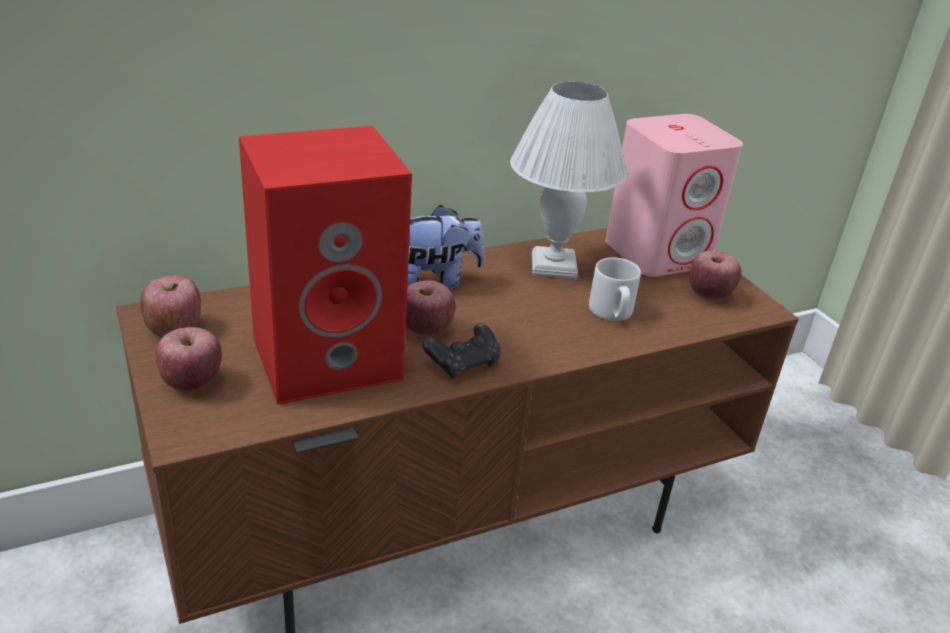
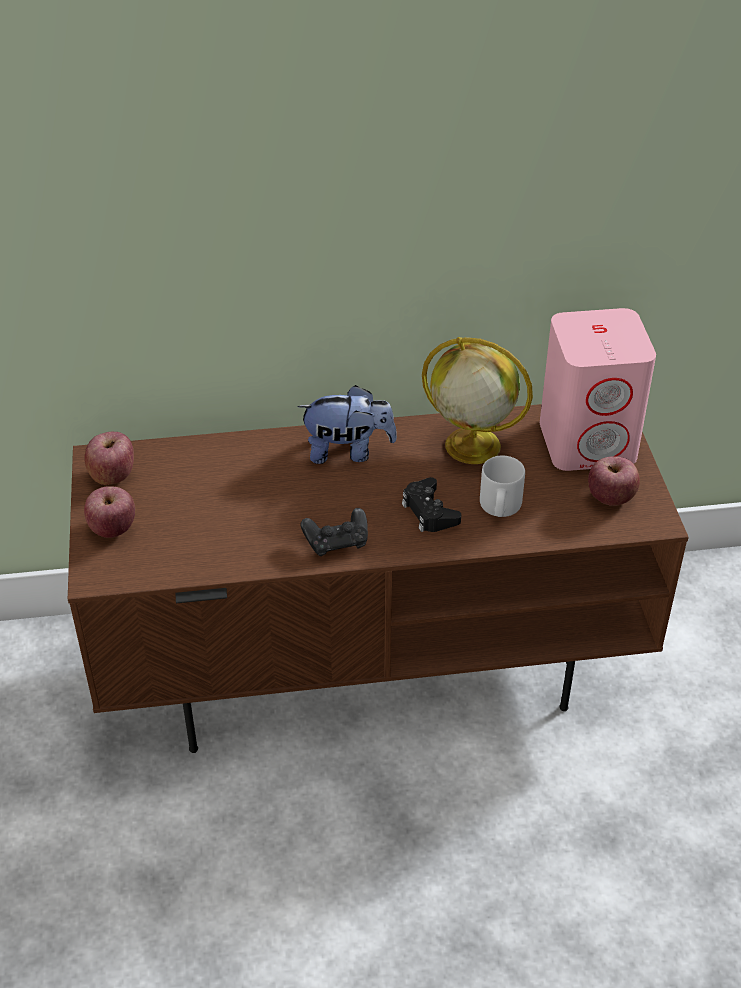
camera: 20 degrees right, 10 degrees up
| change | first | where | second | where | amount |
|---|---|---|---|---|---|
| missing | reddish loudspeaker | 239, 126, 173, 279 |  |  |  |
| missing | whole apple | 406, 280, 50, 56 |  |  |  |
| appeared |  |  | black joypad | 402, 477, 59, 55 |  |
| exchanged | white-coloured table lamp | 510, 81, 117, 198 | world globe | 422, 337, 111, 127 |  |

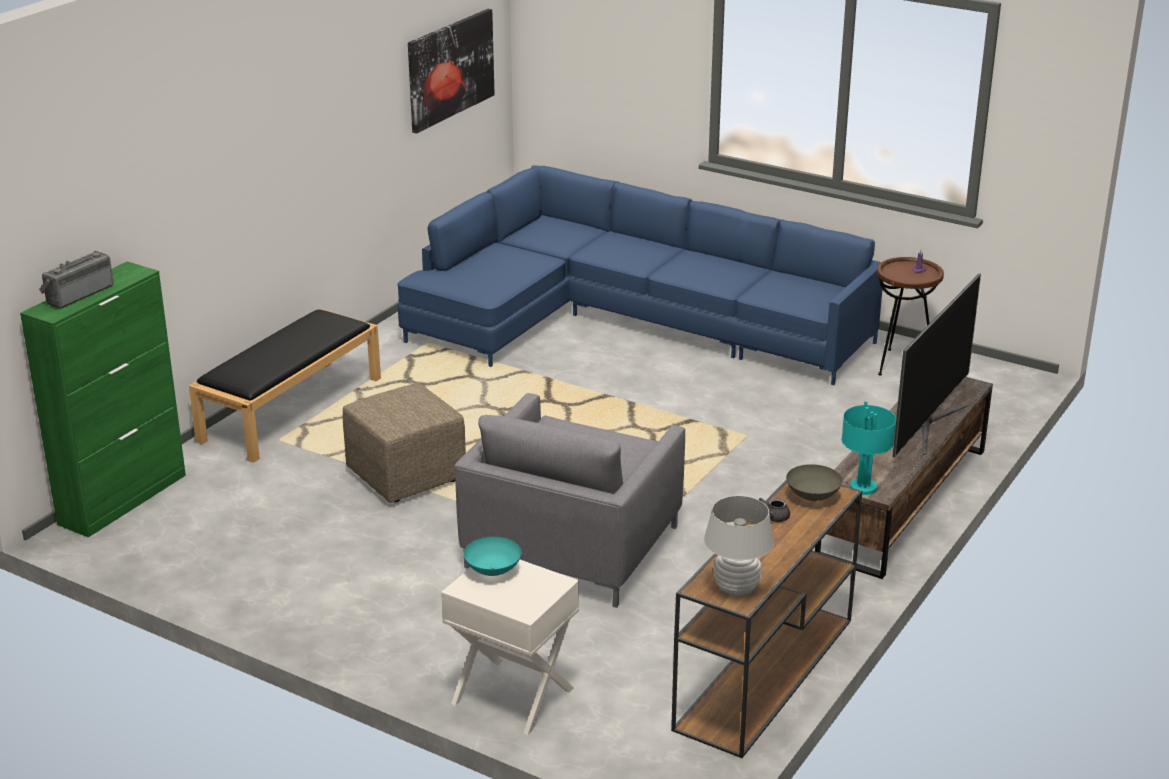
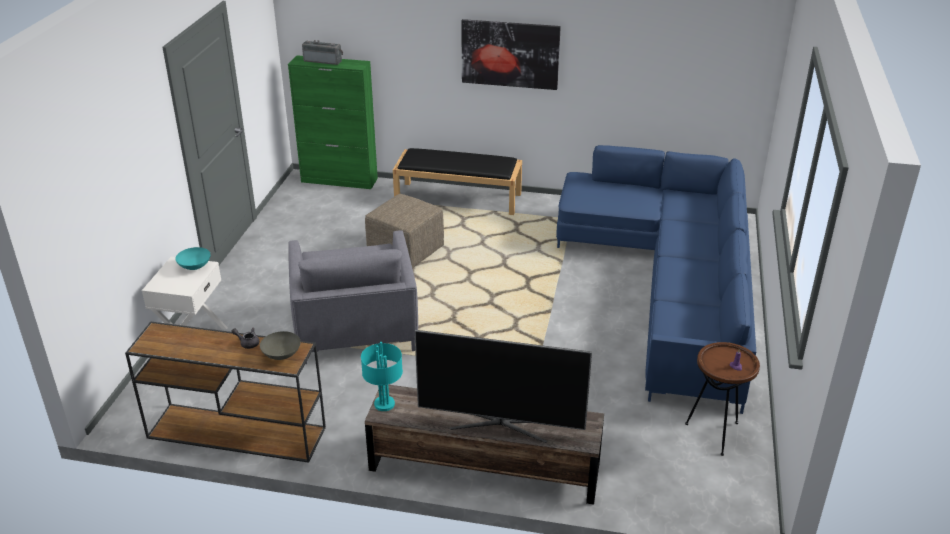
camera: 70 degrees right, 5 degrees up
| change | first | where | second | where | amount |
|---|---|---|---|---|---|
| missing | white-coloured table lamp | 704, 496, 70, 100 |  |  |  |
| relocated | wall art | 408, 9, 87, 125 |  | 461, 19, 100, 71 |  |
| spun | gray lounge chair | 455, 393, 230, 215 |  | 288, 230, 130, 134 | 105 degrees counterclockwise |

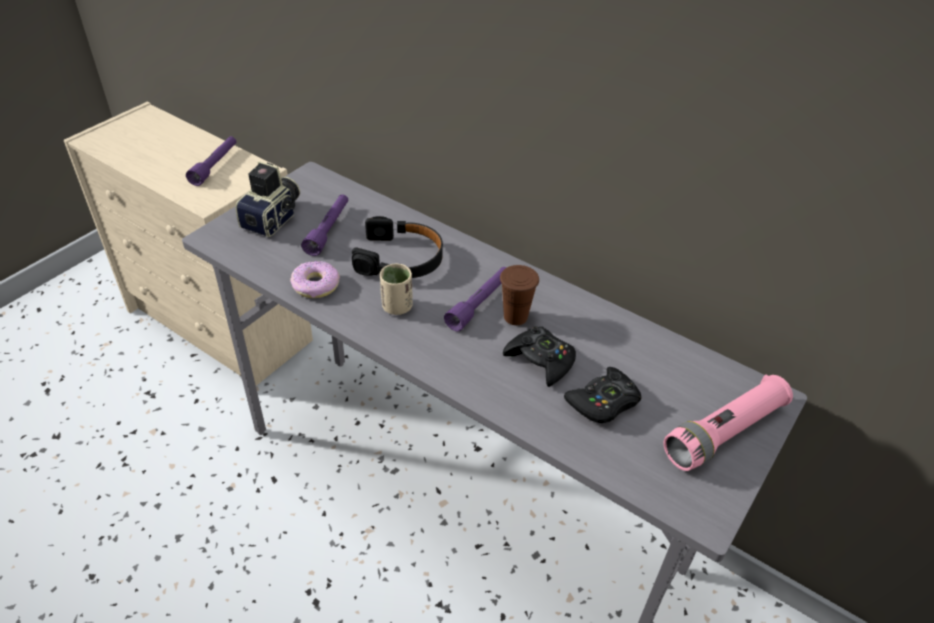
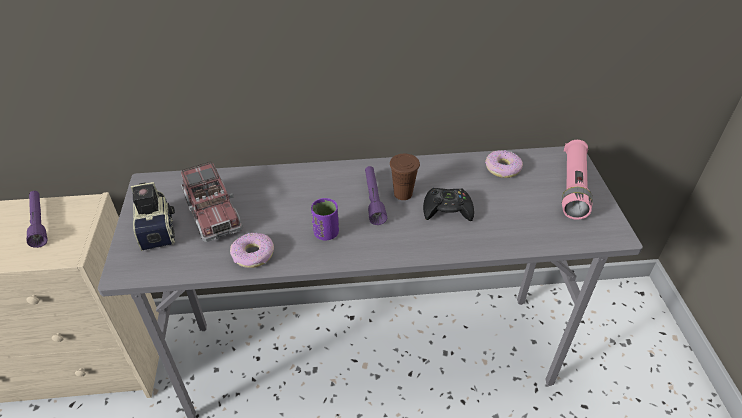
camera: 40 degrees left, 0 degrees up
| change | first | where | second | where | amount |
|---|---|---|---|---|---|
| missing | black pair of headphones | 352, 216, 91, 62 |  |  |  |
| missing | black joypad | 564, 367, 78, 56 |  |  |  |
| appeared |  |  | doughnut | 485, 150, 38, 28 |  |
| exchanged | purple-coloured flashlight | 301, 194, 47, 62 | toy truck | 181, 161, 62, 81 |  |
| colour | beige-coloured small cup | 380, 263, 33, 52 | purple-coloured small cup | 311, 198, 28, 43 |  |

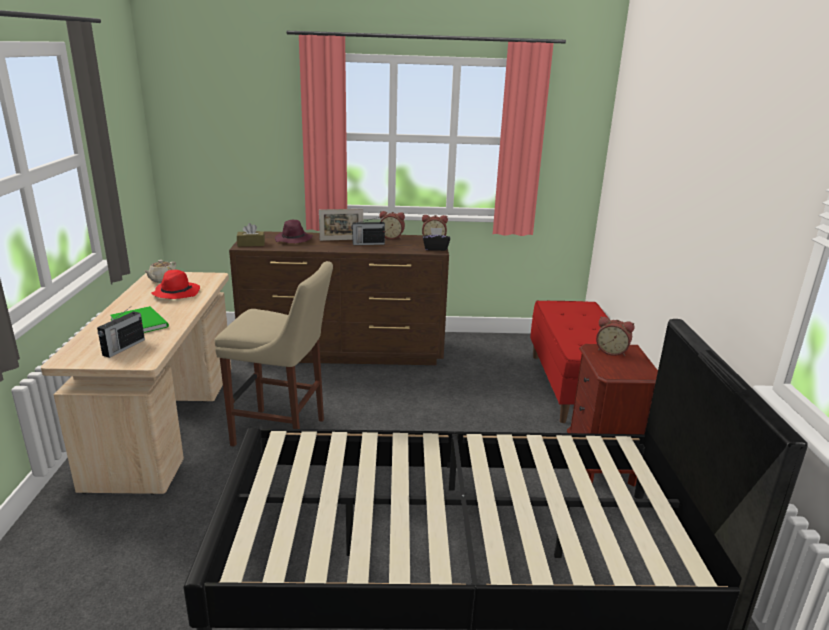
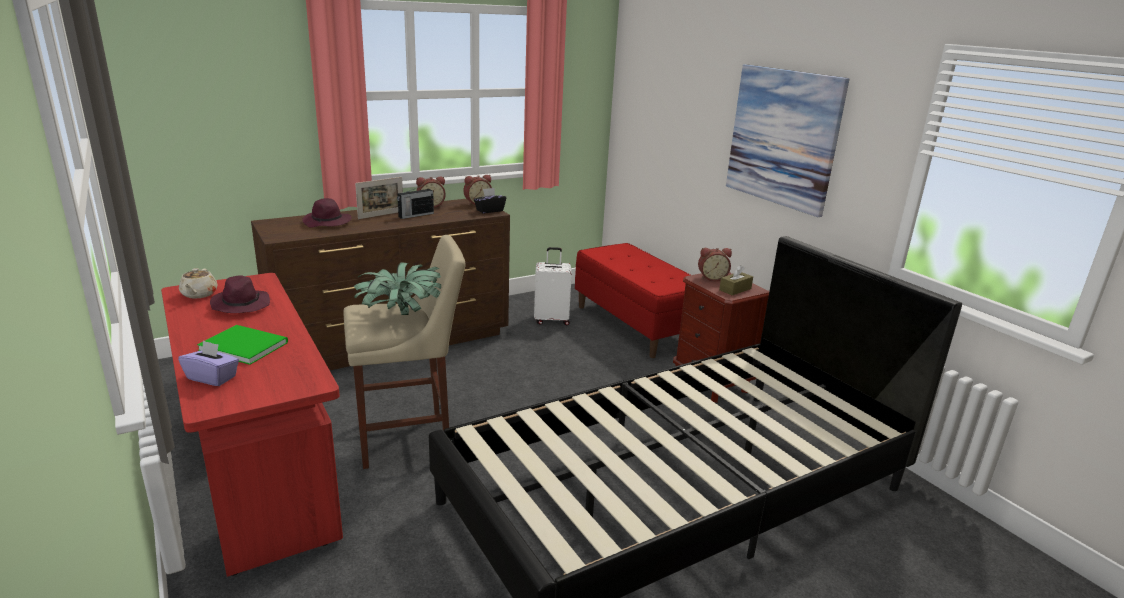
camera: 30 degrees left, 0 degrees up
| change | first | where | second | where | amount |
|---|---|---|---|---|---|
| missing | radio | 97, 308, 48, 50 |  |  |  |
| appeared |  |  | purple-coloured box of tissues | 178, 340, 61, 46 |  |
| appeared |  |  | plant in a pot | 354, 263, 87, 52 |  |
| appeared |  |  | white-coloured piece of luggage | 534, 247, 38, 78 |  |
| appeared |  |  | wall art | 726, 64, 123, 153 |  |
| relocated | brownish box of tissues | 237, 223, 28, 24 |  | 719, 265, 34, 30 |  |
| colour | beige-coloured desk unit | 41, 272, 190, 223 | reddish desk unit | 161, 273, 182, 304 |  |
| colour | reddish clothing hat | 151, 270, 49, 29 | purple-coloured clothing hat | 210, 276, 60, 37 |  |

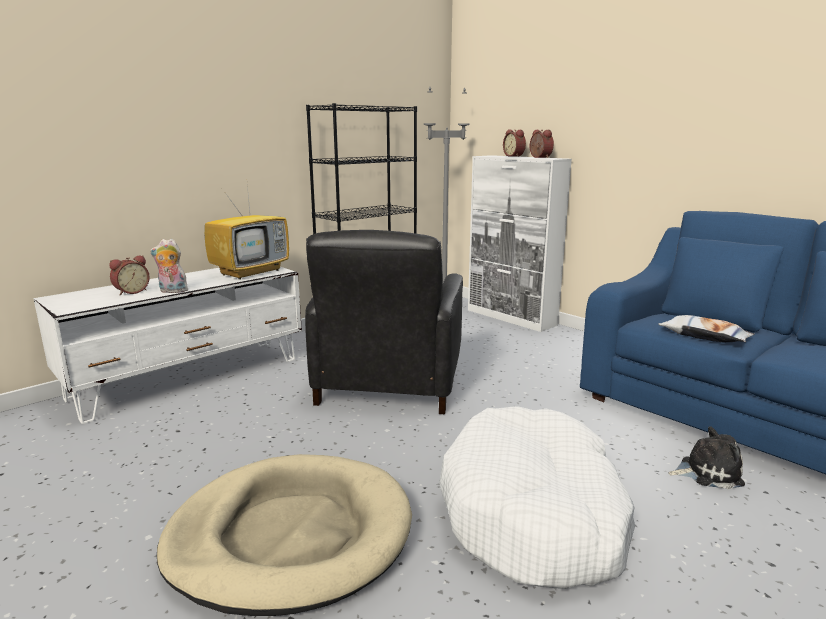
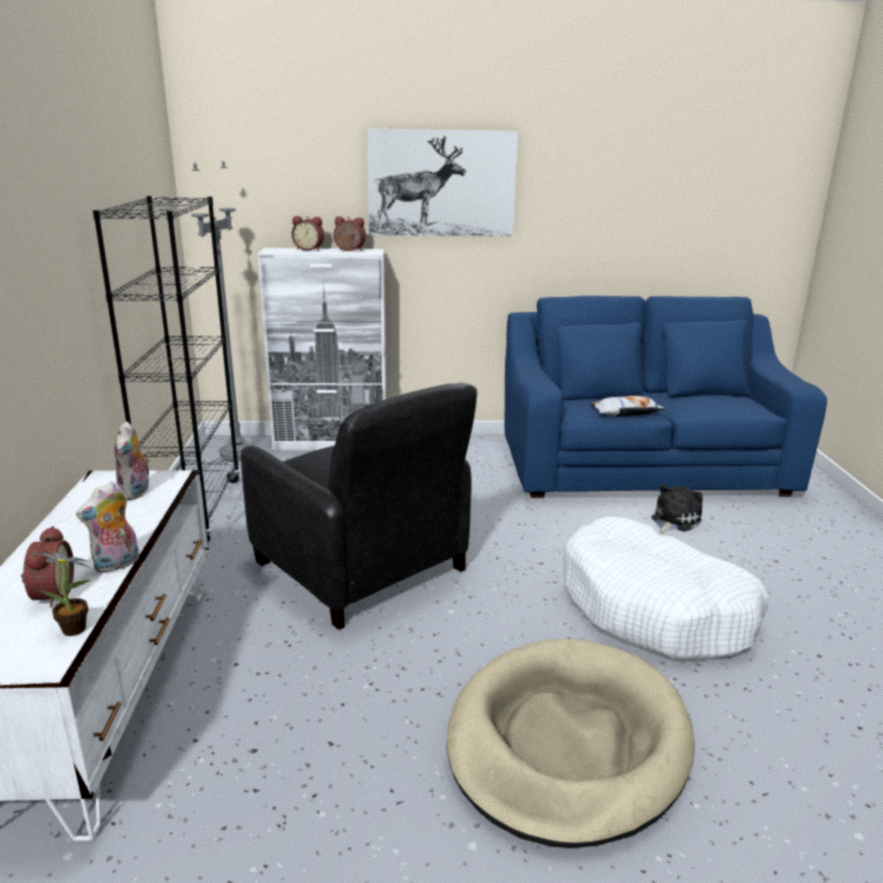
camera: 50 degrees left, 5 degrees up
| change | first | where | second | where | amount |
|---|---|---|---|---|---|
| appeared |  |  | plant in a pot | 31, 552, 60, 84 |  |
| appeared |  |  | wall art | 367, 129, 151, 108 |  |
| exchanged | TV set | 204, 185, 85, 95 | cuddly toy | 114, 421, 36, 79 |  |

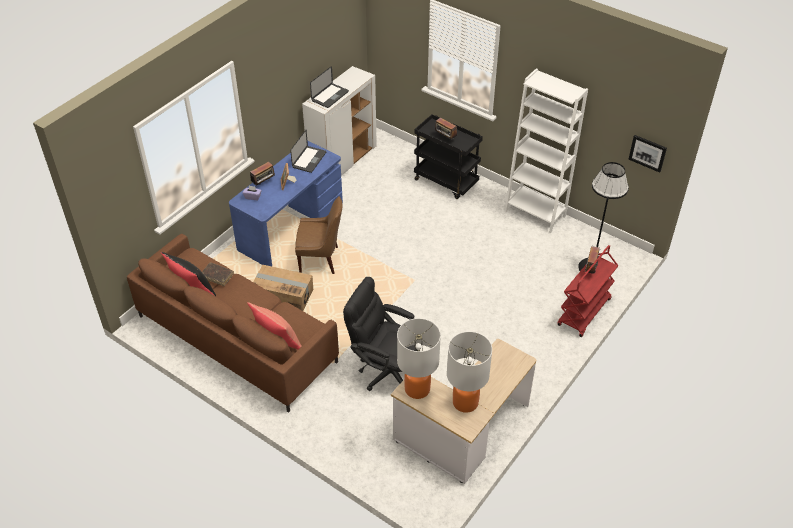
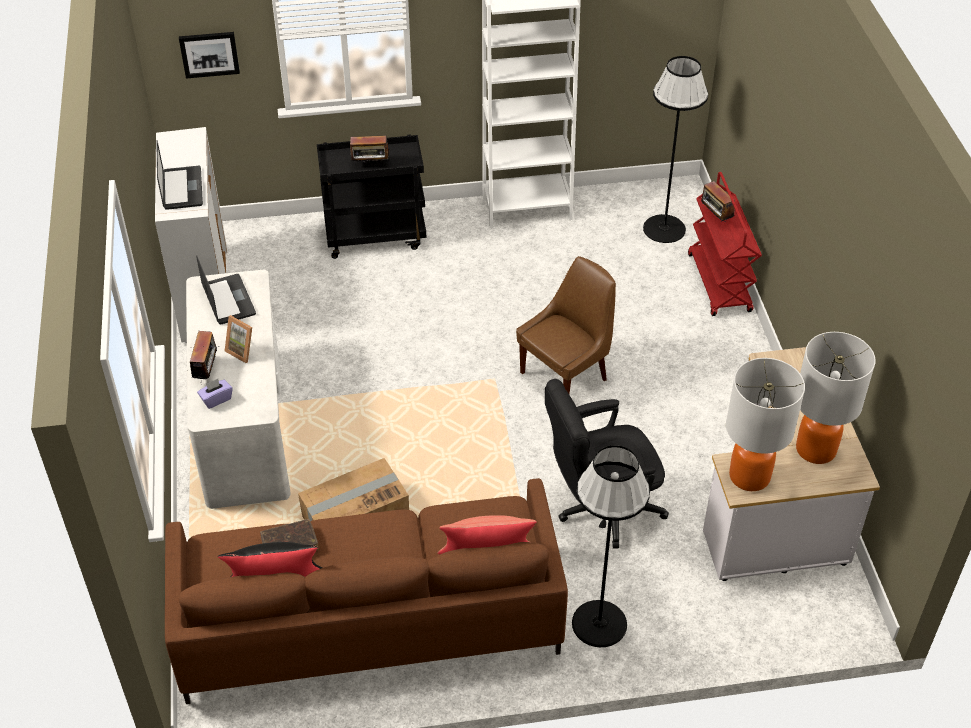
camera: 45 degrees left, 0 degrees up
| change | first | where | second | where | amount |
|---|---|---|---|---|---|
| appeared |  |  | black standing lamp | 572, 445, 78, 202 |  |
| relocated | brownish upright chair | 295, 196, 48, 78 |  | 516, 256, 100, 138 |  |
| relocated | wall art | 628, 135, 39, 38 |  | 179, 32, 61, 47 |  |
| colour | bluish desk unit | 229, 141, 114, 125 | white-coloured desk unit | 186, 270, 105, 239 |  |

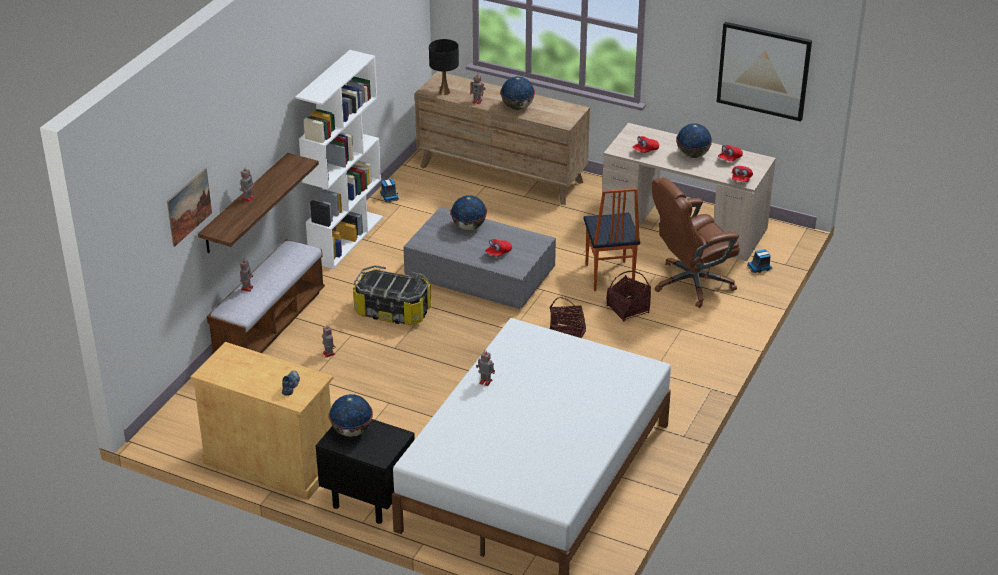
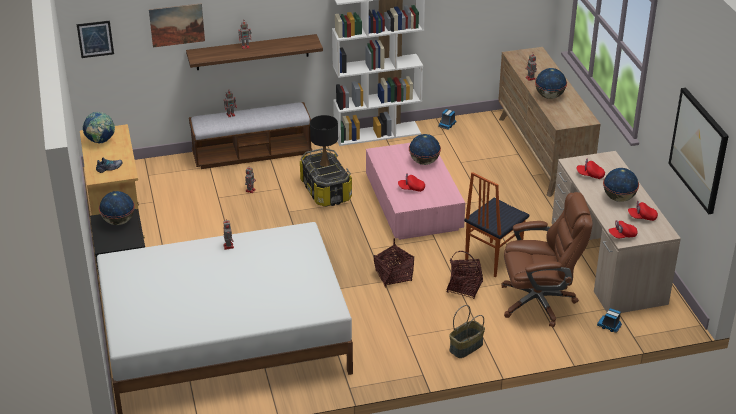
camera: 50 degrees right, 0 degrees up
| change | first | where | second | where | amount |
|---|---|---|---|---|---|
| appeared |  |  | wall art | 77, 20, 37, 38 |  |
| appeared |  |  | world globe | 83, 112, 32, 31 |  |
| appeared |  |  | household basket | 449, 305, 36, 53 |  |
| relocated | black table lamp | 429, 39, 30, 56 |  | 310, 115, 28, 52 |  |
| colour | gray coffee table | 403, 207, 153, 102 | pink coffee table | 366, 143, 99, 97 |  |
| spun | brownish desk chair | 652, 177, 88, 131 |  | 501, 192, 91, 136 | 150 degrees clockwise |

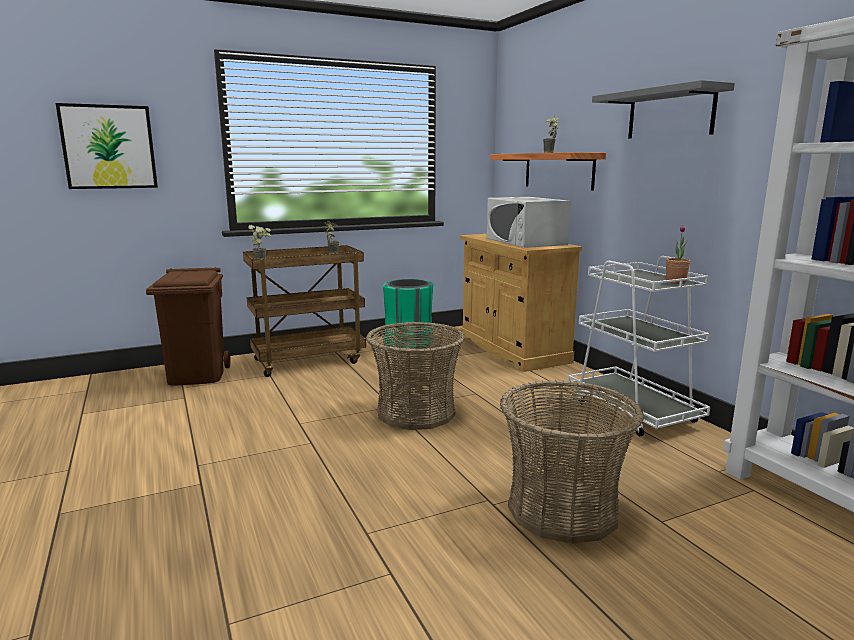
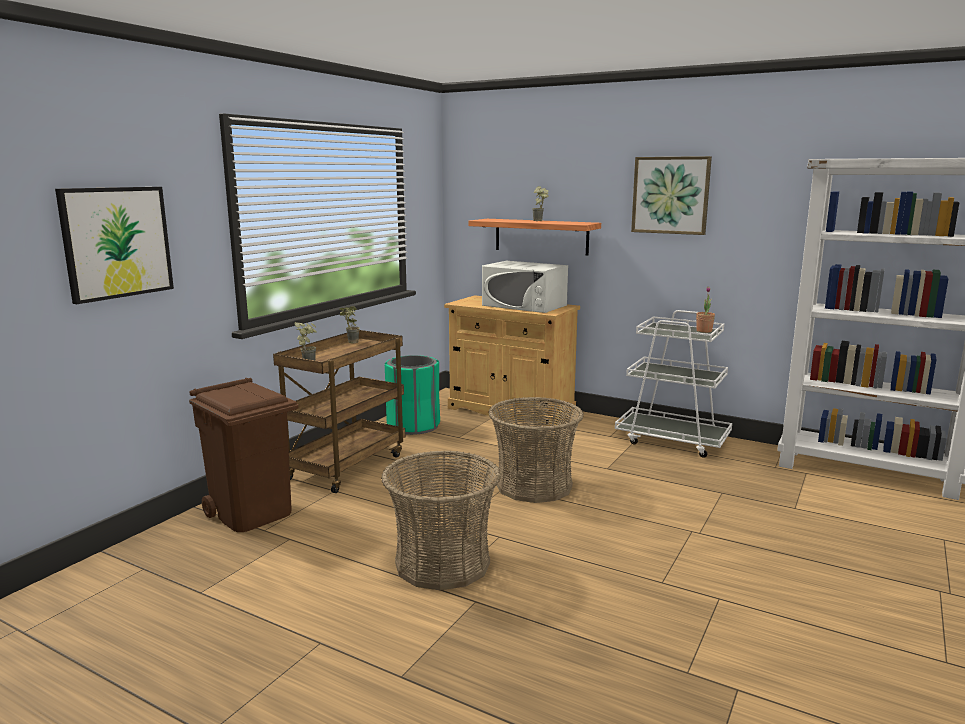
camera: 35 degrees left, 0 degrees up
| change | first | where | second | where | amount |
|---|---|---|---|---|---|
| relocated | household basket | 500, 380, 144, 164 |  | 381, 451, 120, 140 |  |
| exchanged | gray shelf | 592, 80, 143, 58 | wall art | 631, 156, 81, 79 |  |

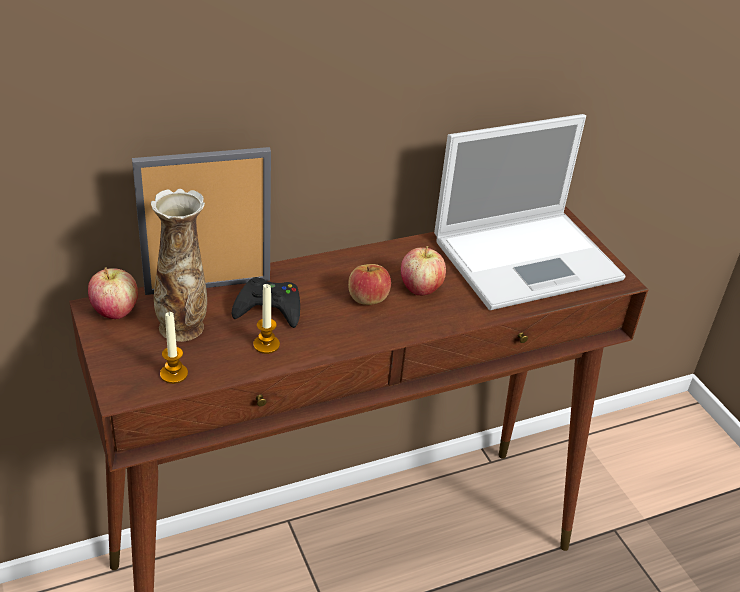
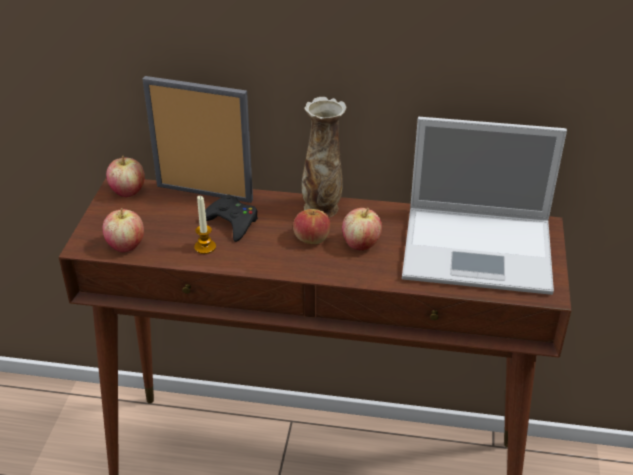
camera: 35 degrees right, 0 degrees up
| change | first | where | second | where | amount |
|---|---|---|---|---|---|
| relocated | decorative vase | 151, 189, 56, 153 |  | 302, 97, 44, 120 |  |
| exchanged | wax candle | 160, 312, 28, 72 | whole apple | 103, 208, 41, 44 |  |

